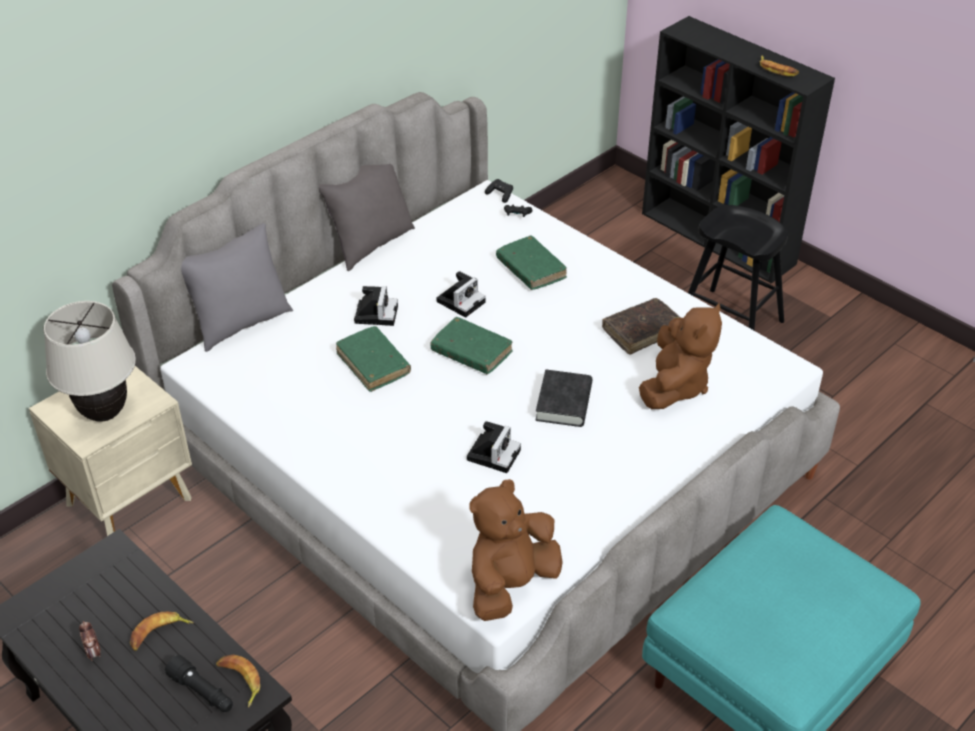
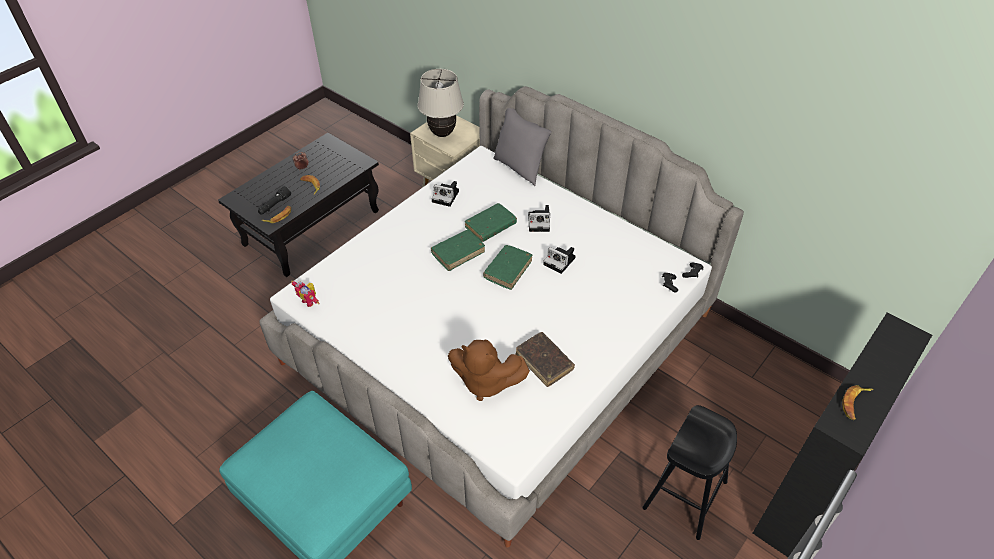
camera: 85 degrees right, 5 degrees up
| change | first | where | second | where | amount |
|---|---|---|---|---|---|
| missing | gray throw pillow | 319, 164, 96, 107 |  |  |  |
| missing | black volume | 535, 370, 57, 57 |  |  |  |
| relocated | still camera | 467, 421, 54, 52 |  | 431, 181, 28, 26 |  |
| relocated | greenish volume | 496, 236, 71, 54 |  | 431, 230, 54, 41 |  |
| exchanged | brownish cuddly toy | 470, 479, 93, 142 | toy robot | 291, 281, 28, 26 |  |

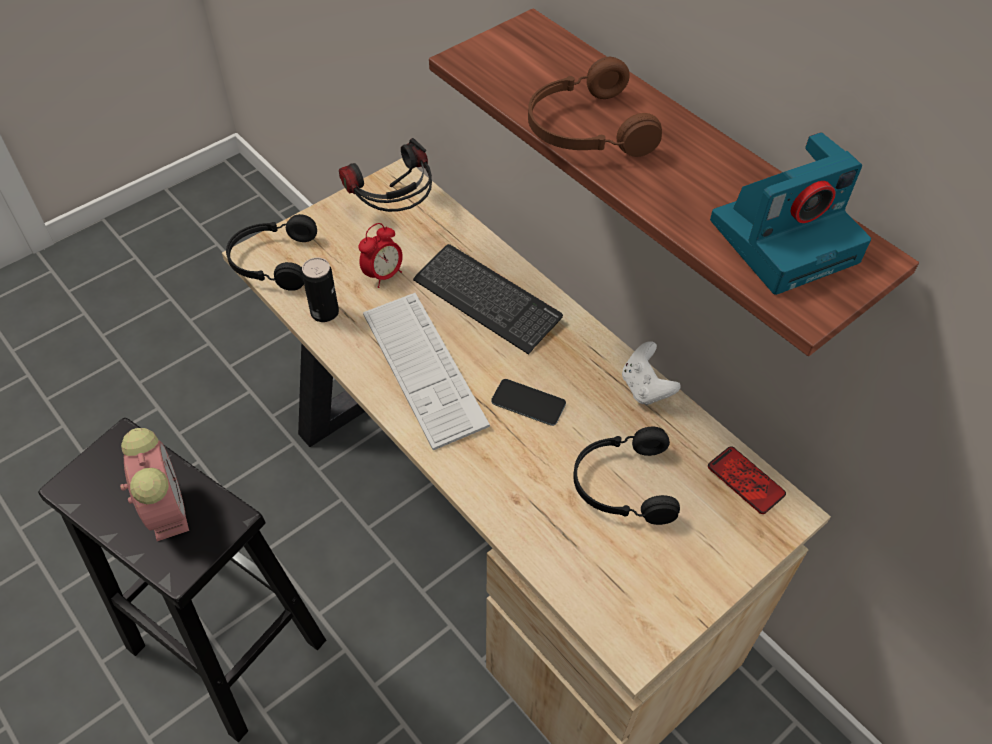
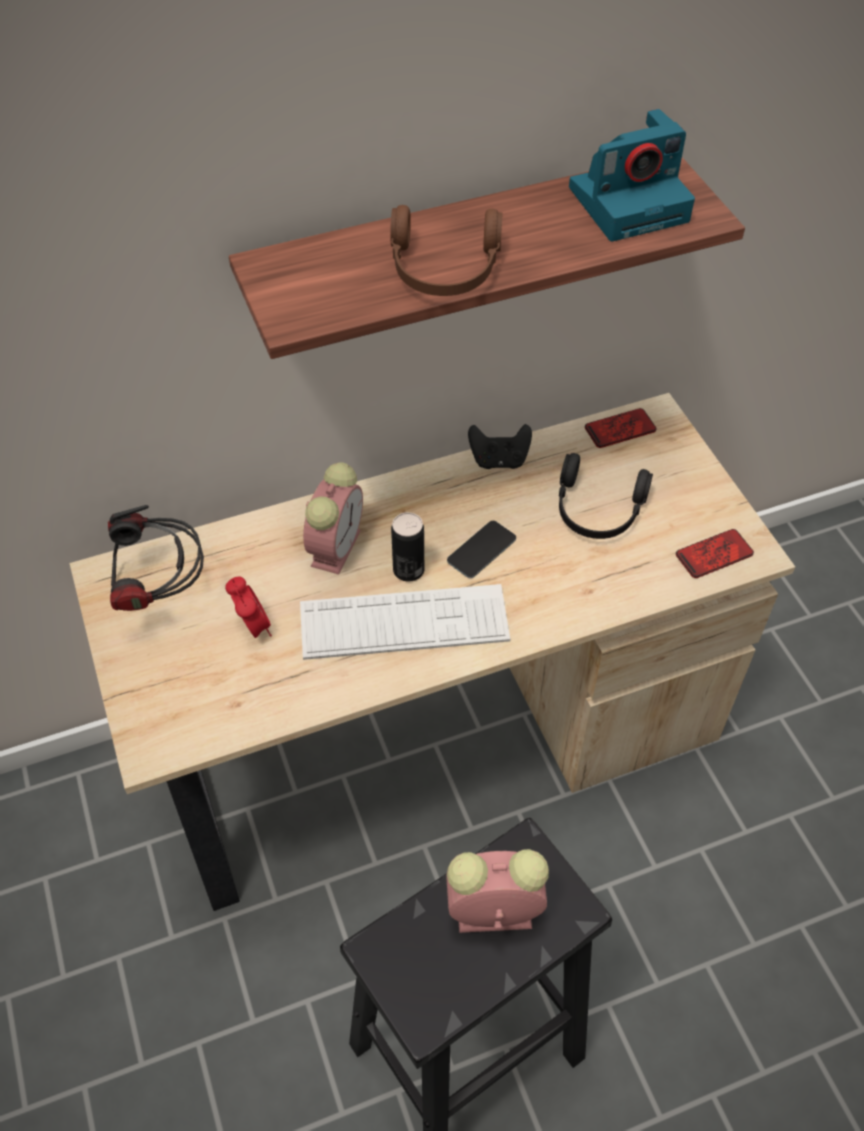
camera: 70 degrees left, 0 degrees up
| change | first | where | second | where | amount |
|---|---|---|---|---|---|
| missing | black pair of headphones | 226, 214, 91, 77 |  |  |  |
| appeared |  |  | handset | 676, 529, 78, 49 |  |
| relocated | sealed can | 302, 258, 37, 64 |  | 391, 512, 33, 69 |  |
| exchanged | computer keyboard | 413, 244, 150, 111 | alarm clock | 303, 462, 60, 112 |  |
| colour | white-coloured joypad | 622, 341, 59, 64 | black joypad | 468, 424, 64, 45 |  |
| spun | still camera | 710, 132, 161, 163 |  | 569, 109, 126, 132 | 75 degrees clockwise |

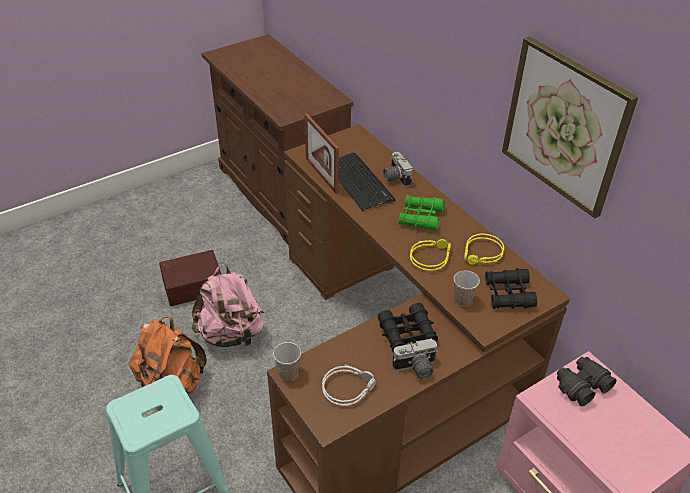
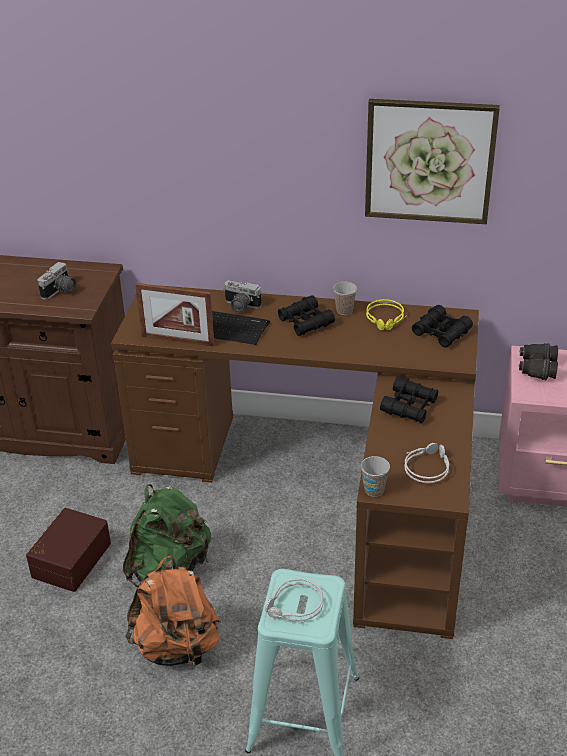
camera: 45 degrees left, 5 degrees down
| change | first | where | second | where | amount |
|---|---|---|---|---|---|
| missing | yellow pair of headphones | 410, 239, 41, 32 |  |  |  |
| appeared |  |  | gray pair of headphones | 265, 578, 59, 44 |  |
| relocated | still camera | 392, 339, 46, 40 |  | 38, 262, 38, 37 |  |
| relocated | small cup | 454, 271, 26, 35 |  | 333, 282, 24, 33 |  |
| colour | pink knapsack | 191, 263, 73, 84 | greenish knapsack | 123, 484, 88, 104 |  |
| colour | greenish field glasses | 399, 195, 45, 35 | black field glasses | 278, 295, 57, 41 |  |

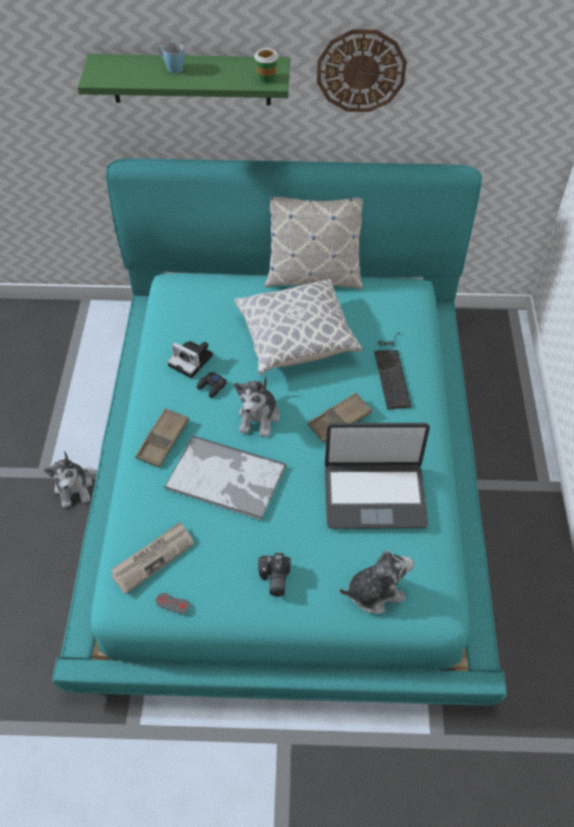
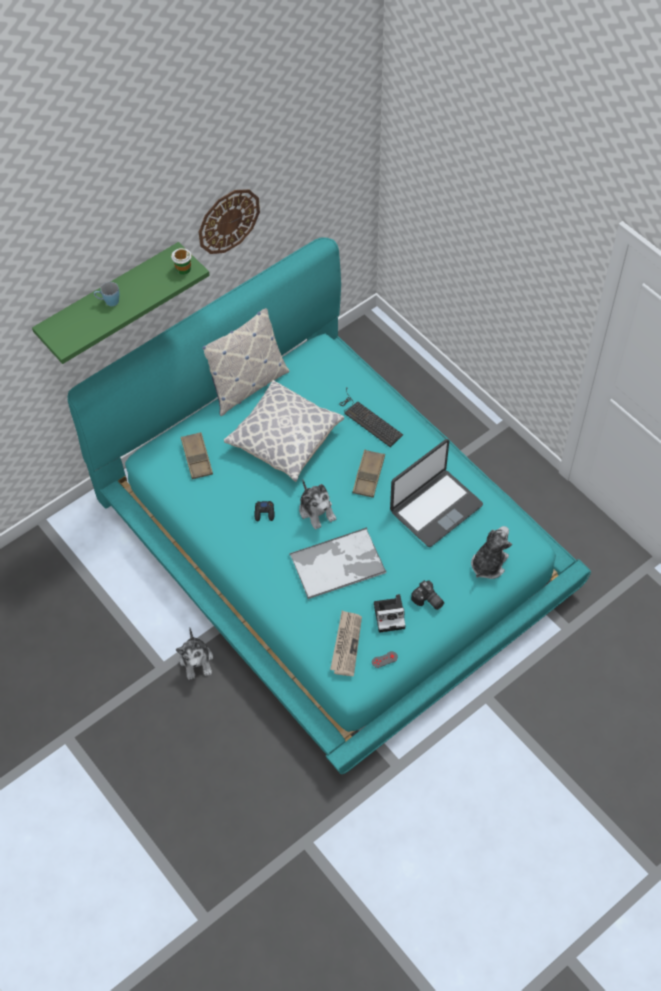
camera: 40 degrees left, 5 degrees up
| change | first | where | second | where | amount |
|---|---|---|---|---|---|
| relocated | brownish serving tray | 135, 408, 54, 60 |  | 181, 432, 32, 47 |  |
| relocated | still camera | 168, 341, 45, 37 |  | 374, 594, 32, 39 |  |
| spun | cuddly toy | 44, 451, 48, 57 |  | 176, 628, 37, 52 | 45 degrees clockwise |

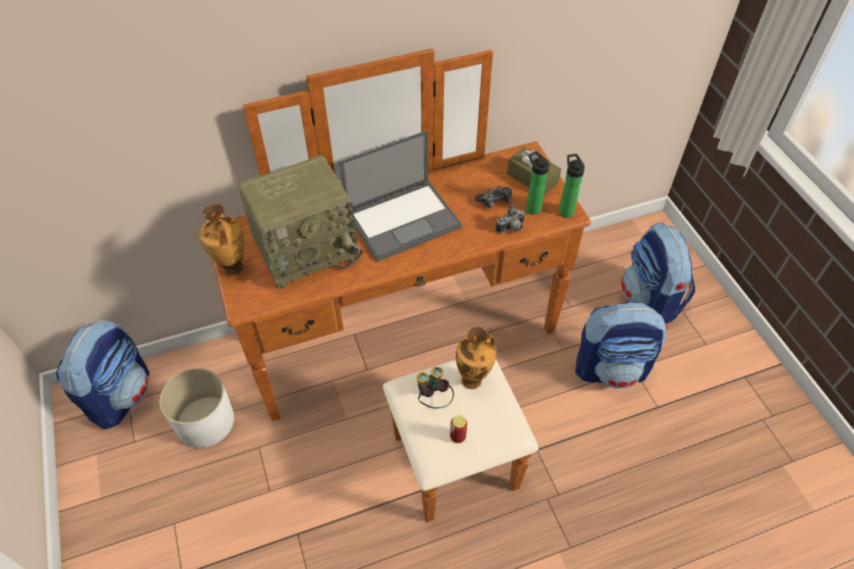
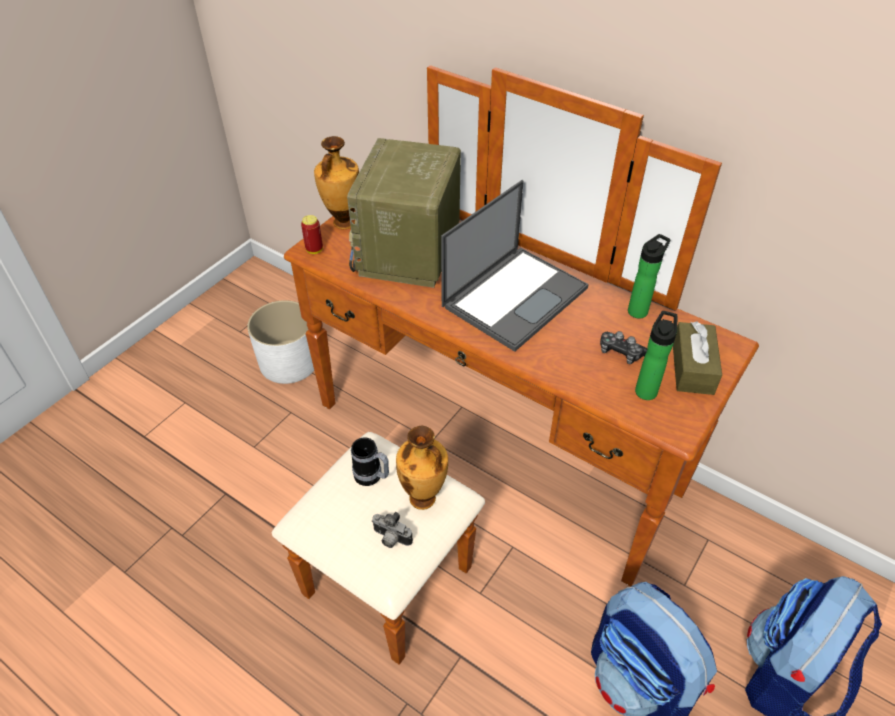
camera: 55 degrees right, 5 degrees down
| change | first | where | second | where | amount |
|---|---|---|---|---|---|
| missing | knapsack | 56, 320, 94, 109 |  |  |  |
| relocated | sealed can | 450, 415, 17, 28 |  | 301, 215, 22, 39 |  |
| relocated | still camera | 496, 204, 29, 29 |  | 371, 512, 42, 36 |  |
| relocated | beverage bottle | 559, 154, 26, 64 |  | 628, 234, 42, 84 |  |
| exchanged | field glasses | 417, 367, 37, 41 | mug | 351, 437, 38, 49 |  |
| spun | radio | 238, 155, 125, 134 |  | 347, 138, 114, 150 | 75 degrees clockwise |
| spun | portable computer | 339, 130, 123, 132 |  | 441, 180, 148, 172 | 75 degrees counterclockwise |

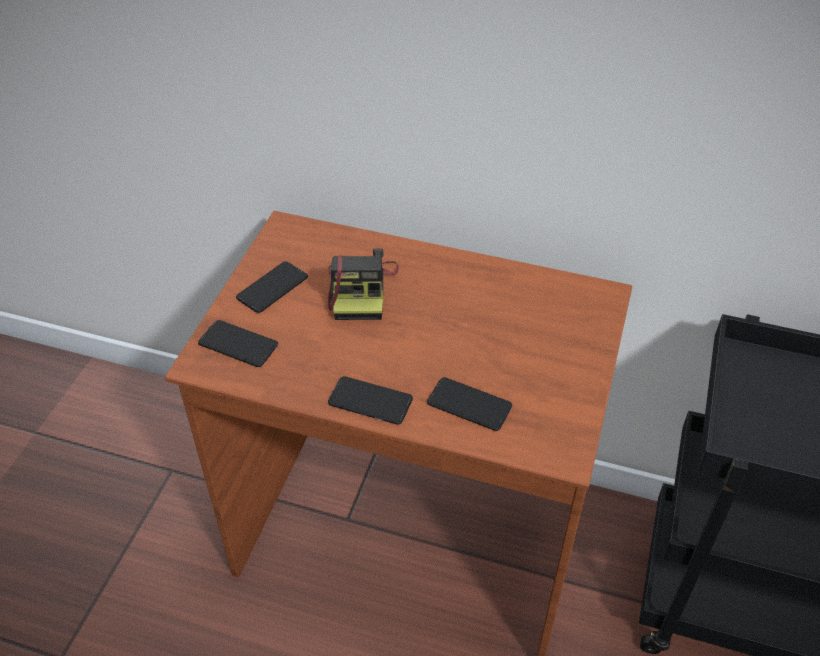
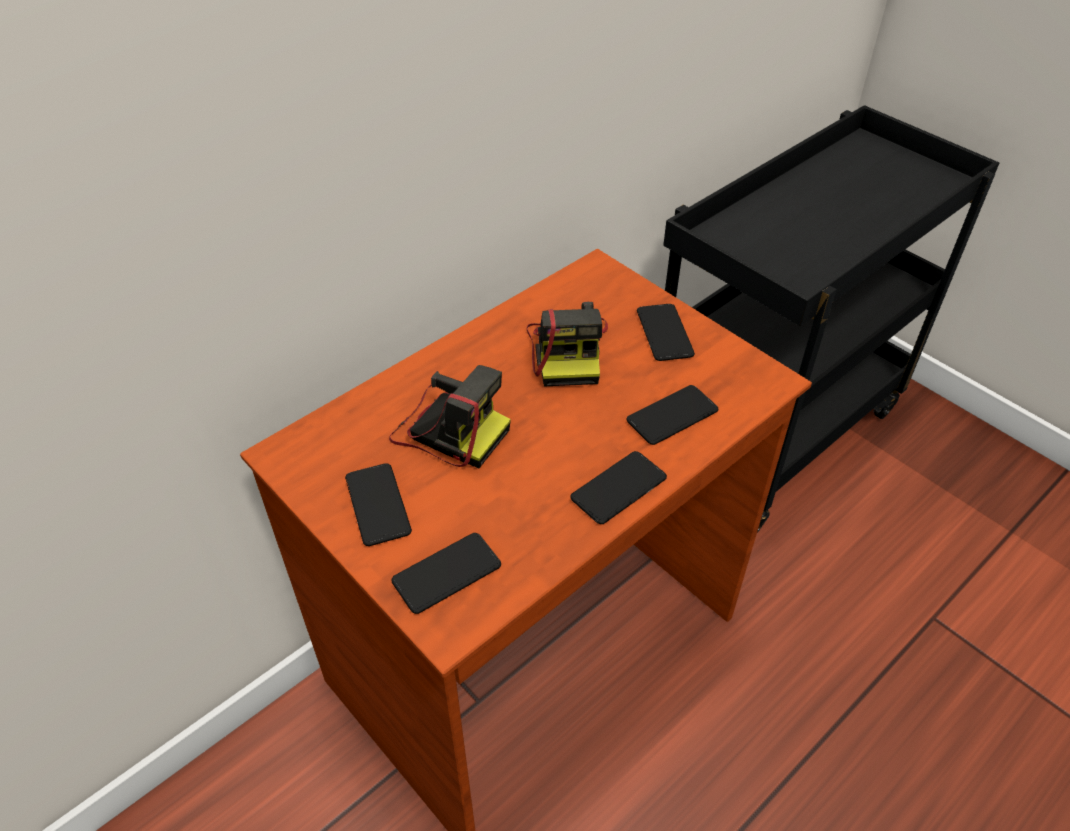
camera: 60 degrees left, 0 degrees up
| change | first | where | second | where | amount |
|---|---|---|---|---|---|
| appeared |  |  | still camera | 527, 302, 81, 85 |  |
| appeared |  |  | handset | 637, 304, 58, 57 |  |

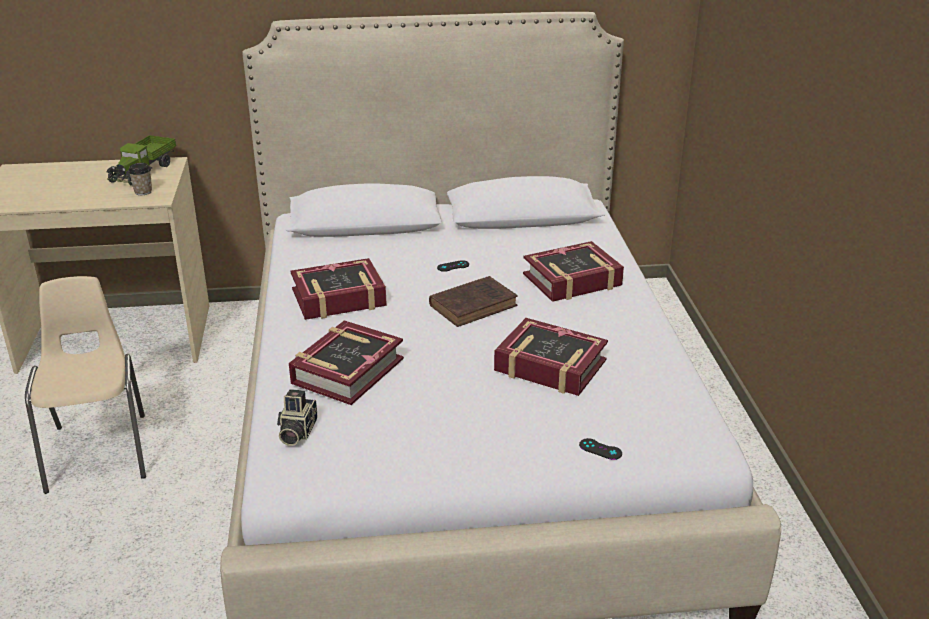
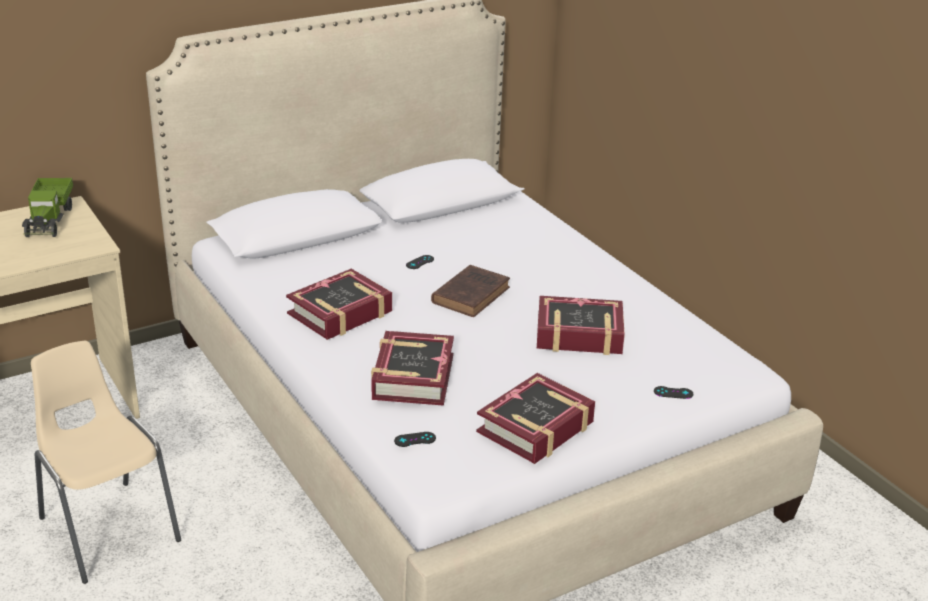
camera: 25 degrees left, 0 degrees up
| change | first | where | second | where | amount |
|---|---|---|---|---|---|
| missing | small cup | 128, 163, 24, 32 |  |  |  |
| relocated | volume | 523, 241, 101, 61 |  | 476, 373, 119, 91 |  |
| exchanged | still camera | 277, 389, 40, 57 | black joypad | 394, 432, 42, 15 |  |

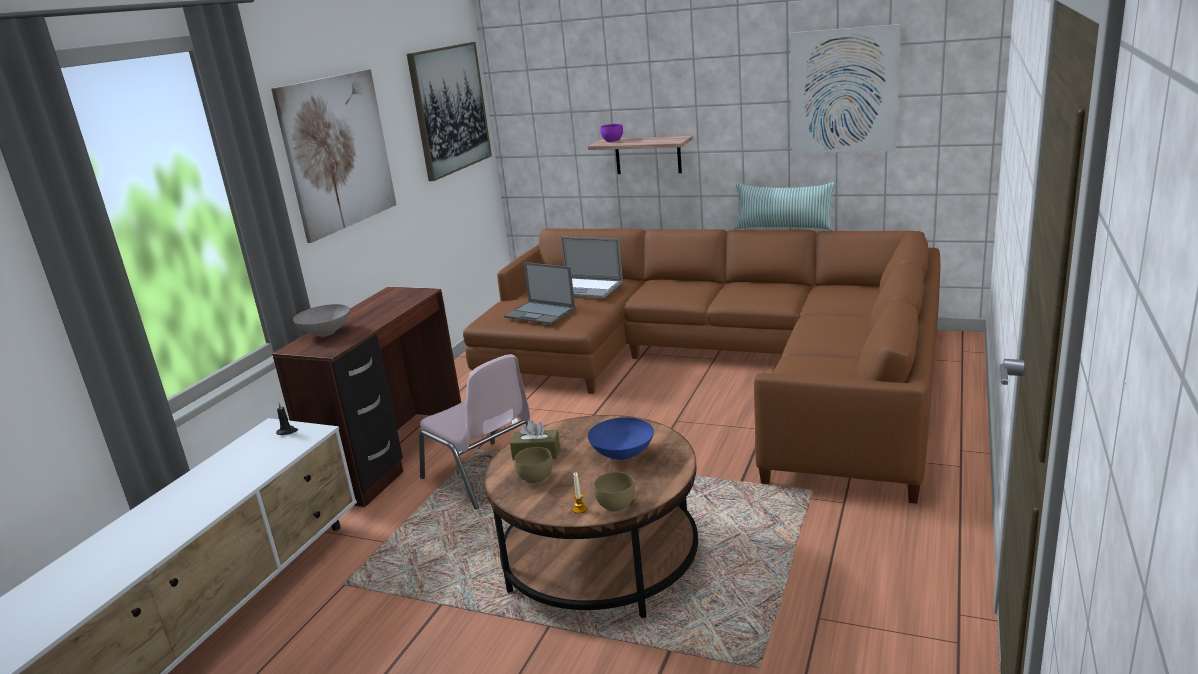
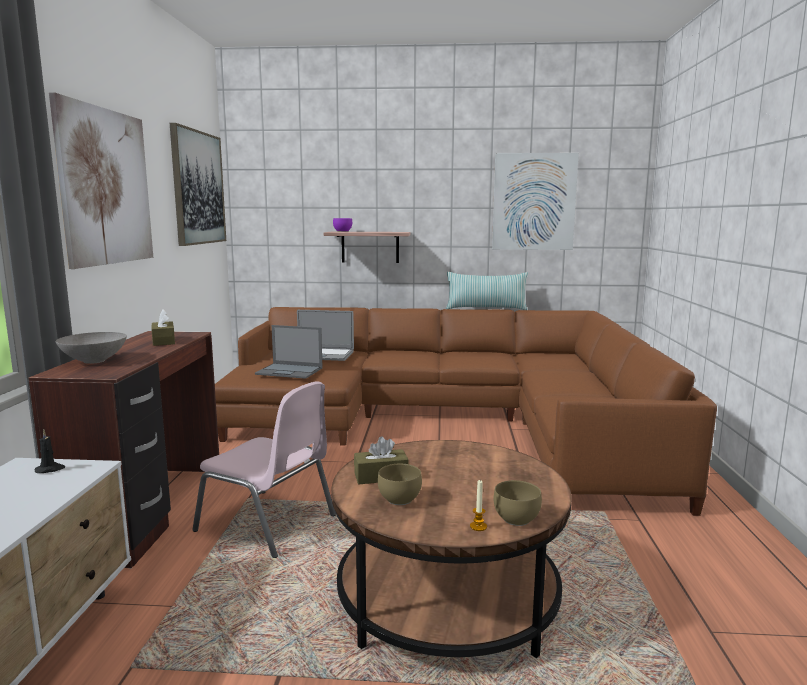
camera: 20 degrees left, 10 degrees down
| change | first | where | second | where | amount |
|---|---|---|---|---|---|
| missing | bluish deep dish | 588, 417, 66, 43 |  |  |  |
| appeared |  |  | brownish box of tissues | 151, 310, 24, 36 |  |

